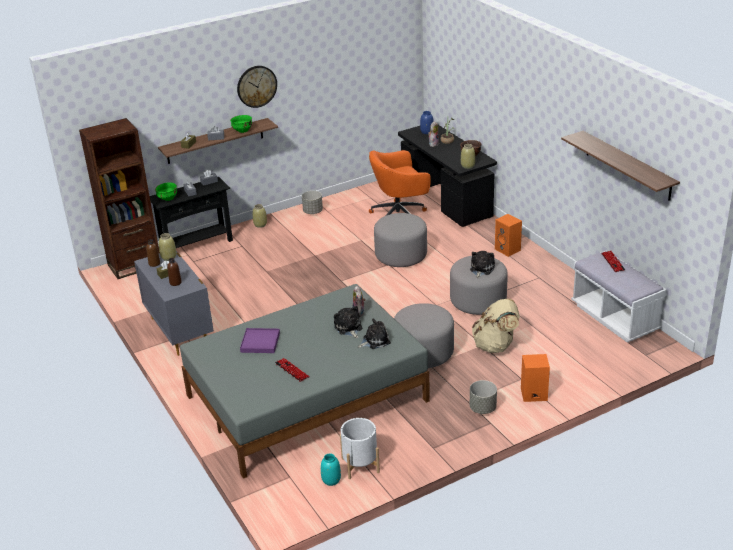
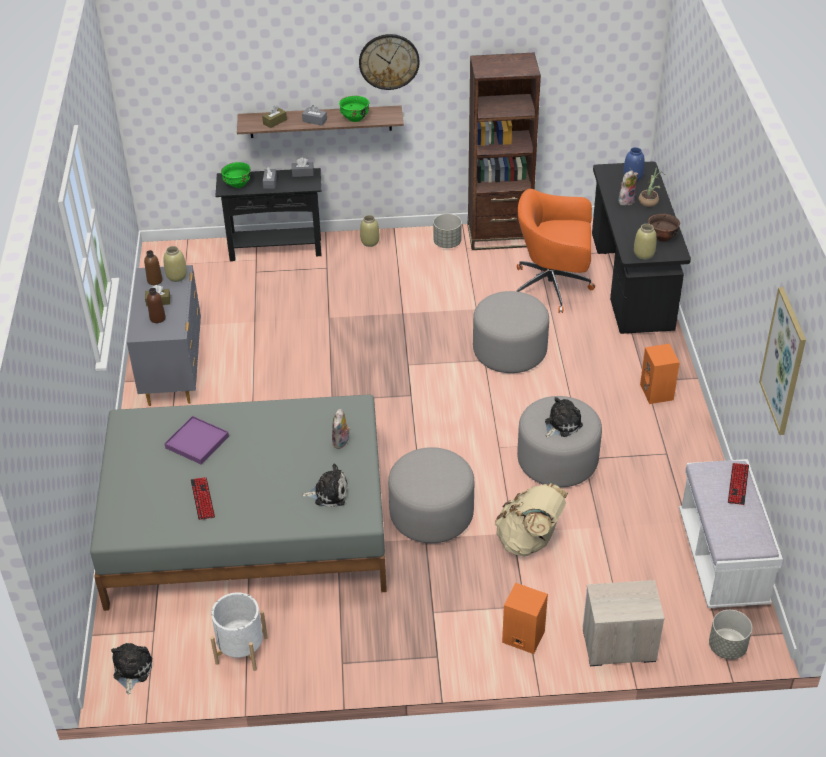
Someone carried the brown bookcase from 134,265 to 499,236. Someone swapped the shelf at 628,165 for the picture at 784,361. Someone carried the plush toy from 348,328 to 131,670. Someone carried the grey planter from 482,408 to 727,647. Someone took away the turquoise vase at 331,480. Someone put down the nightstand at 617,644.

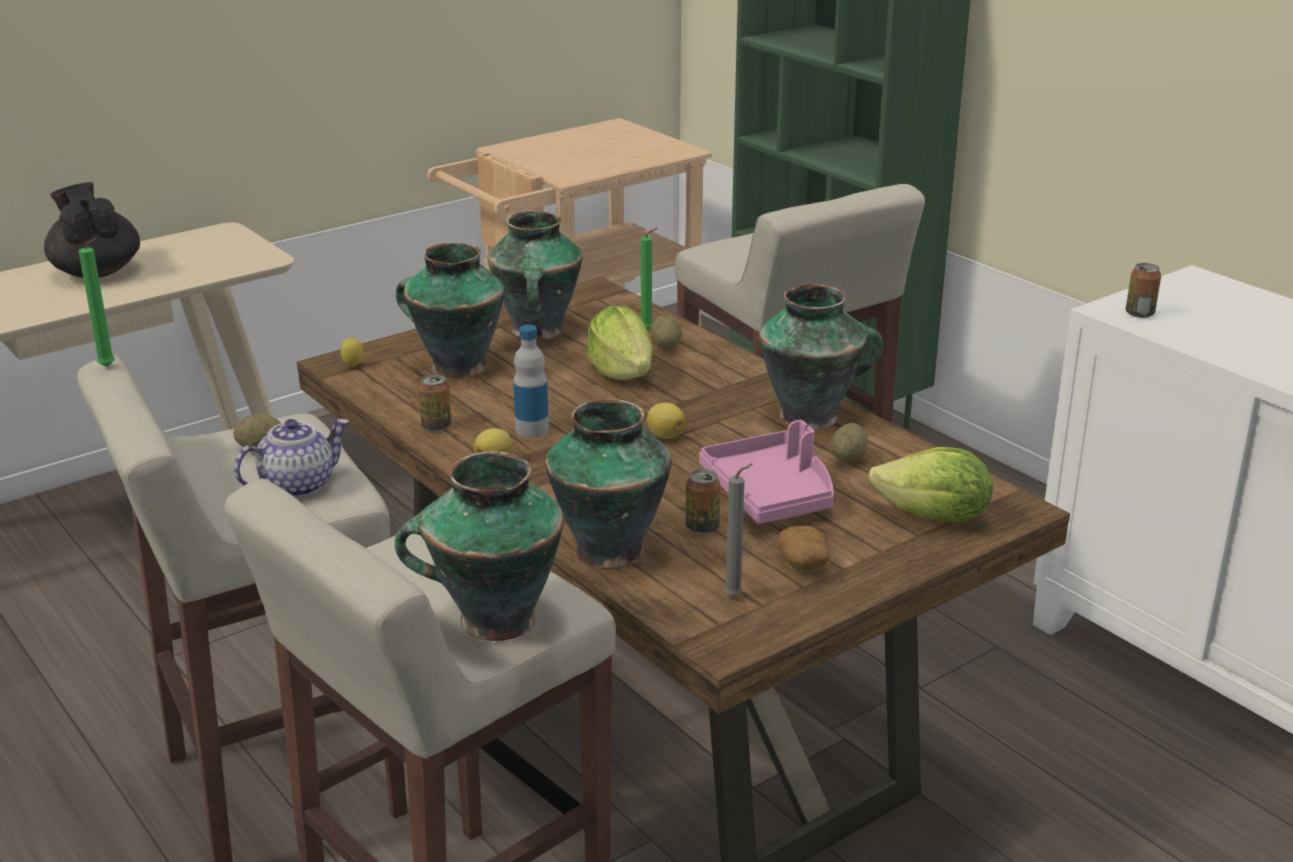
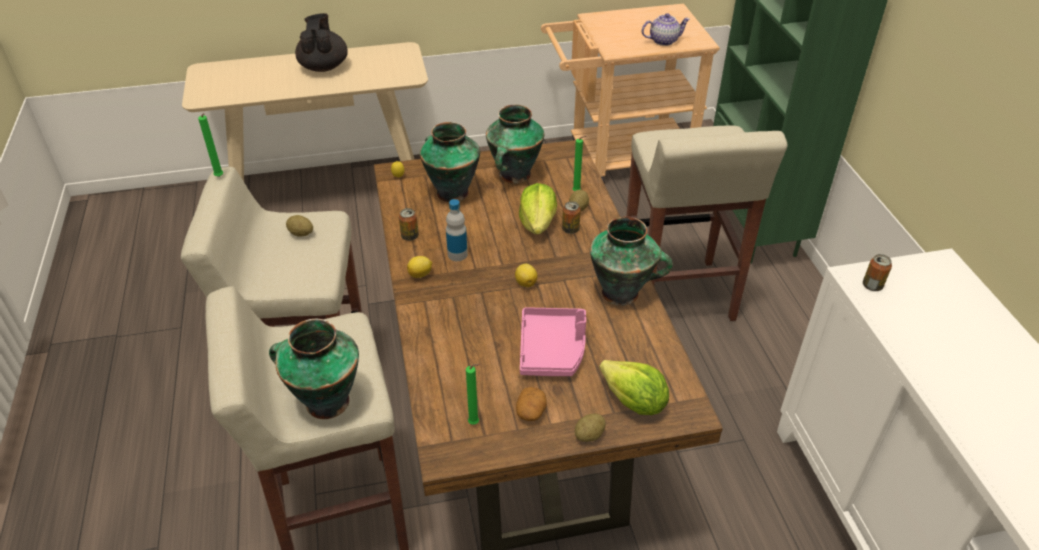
Someone took away the vase at 608,549. Someone carried the teapot from 297,484 to 664,41. Someone carried the potato from 848,458 to 589,435. Someone repainted the grey candle at 736,596, which became the green candle at 475,423. Someone carried the can from 702,527 to 570,229.

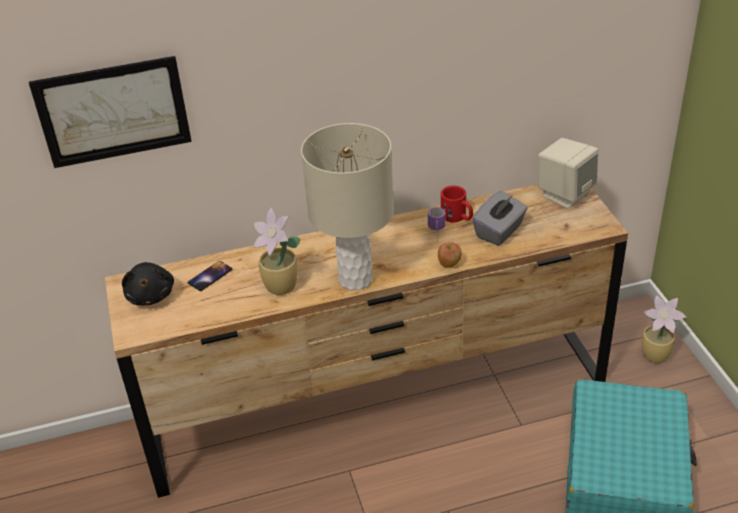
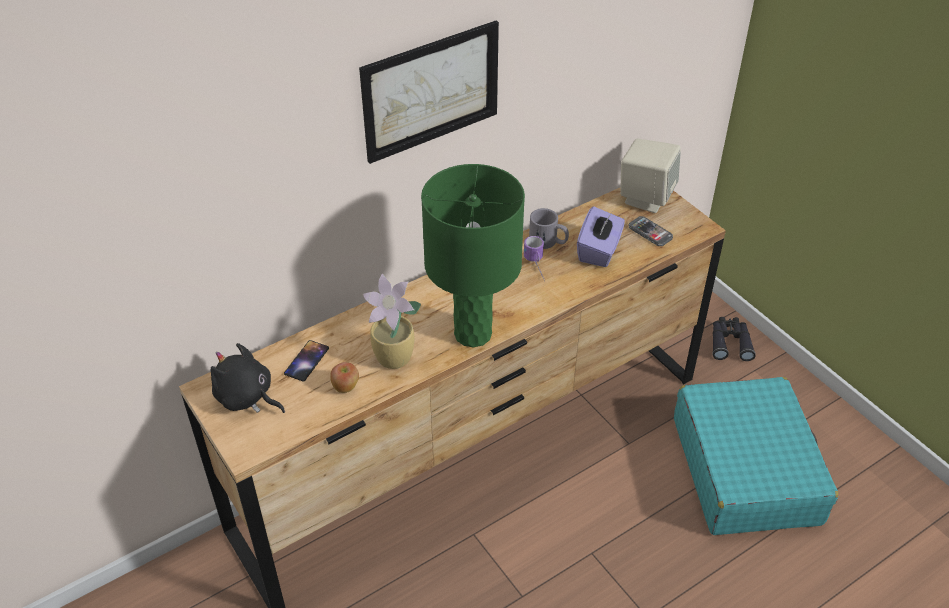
Someone carried the picture from 113,111 to 431,91. Someone repainted the beige table lamp at 355,279, which became the green table lamp at 472,334. Someone repainted the red mug at 457,217, which became the grey mug at 548,242. Someone repainted the grey tissue box at 499,231, which became the purple tissue box at 599,251. Someone carried the apple from 449,264 to 346,387. Someone rotated the black plush toy at 151,295 by 150 degrees clockwise. Someone swapped the potted plant at 656,356 for the black binoculars at 730,342. Someone put down the phone at 650,232.

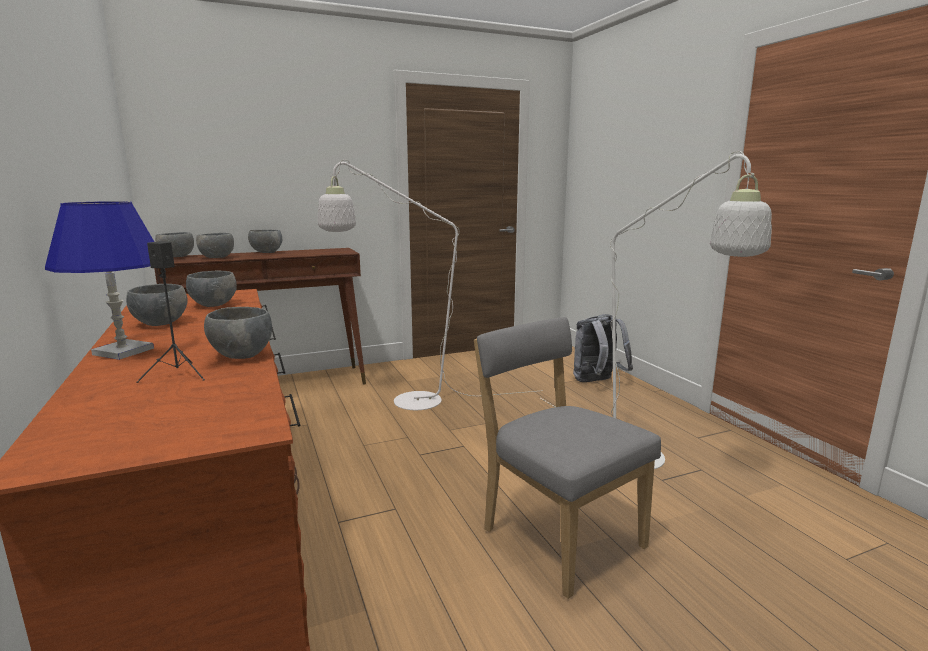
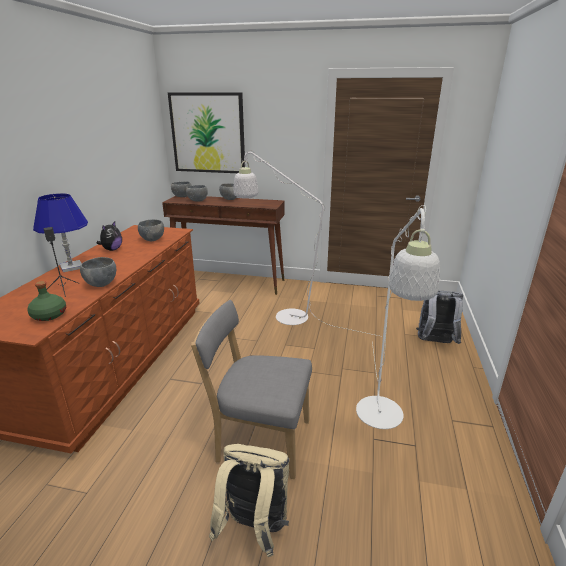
Someone swapped the grey bowl at 160,323 for the plush toy at 112,249. Someone rotated the grey chair at 557,534 by 75 degrees counterclockwise. Someone put up the picture at 208,133. Someone put down the green bottle at 49,315. Someone put down the beige backpack at 254,528.

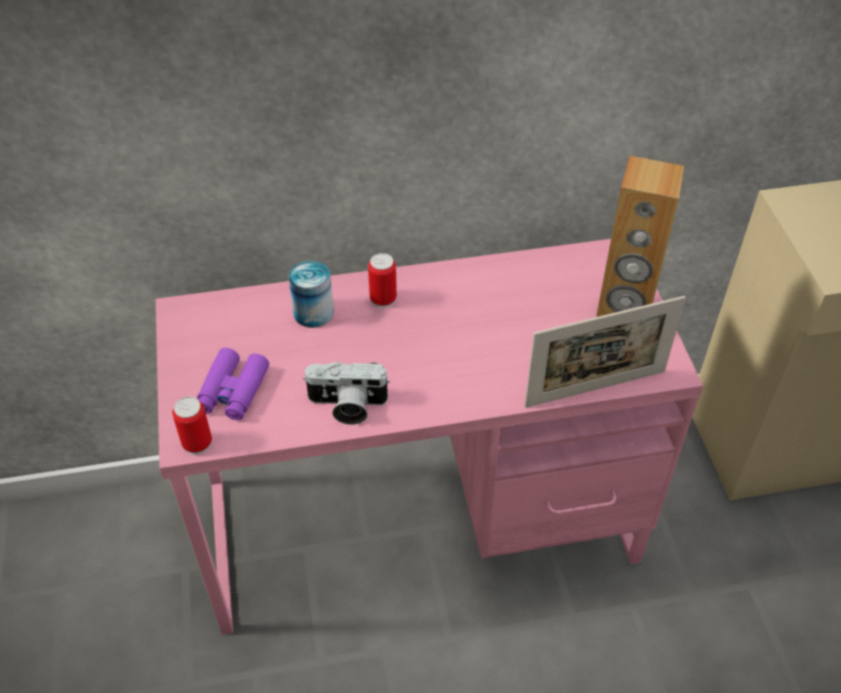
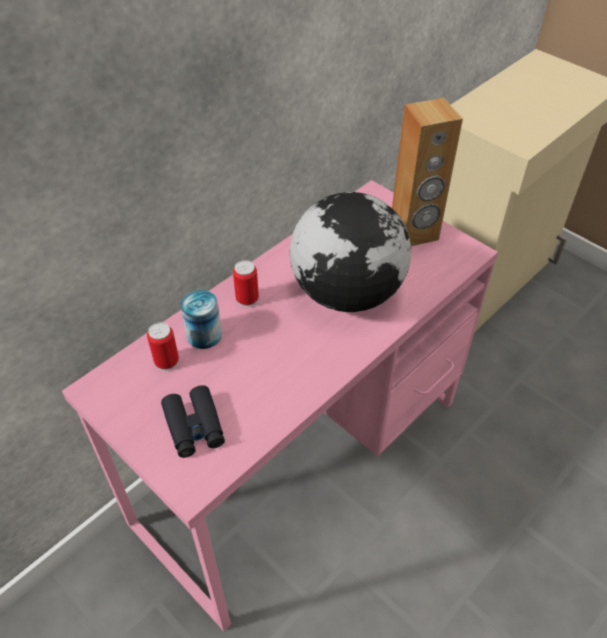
Someone took away the picture frame at 595,389. Someone repainted the purple binoculars at 233,391, which became the black binoculars at 194,427. Someone took away the photo camera at 347,406. Someone carried the can from 197,443 to 166,361. Someone put down the globe at 347,292.

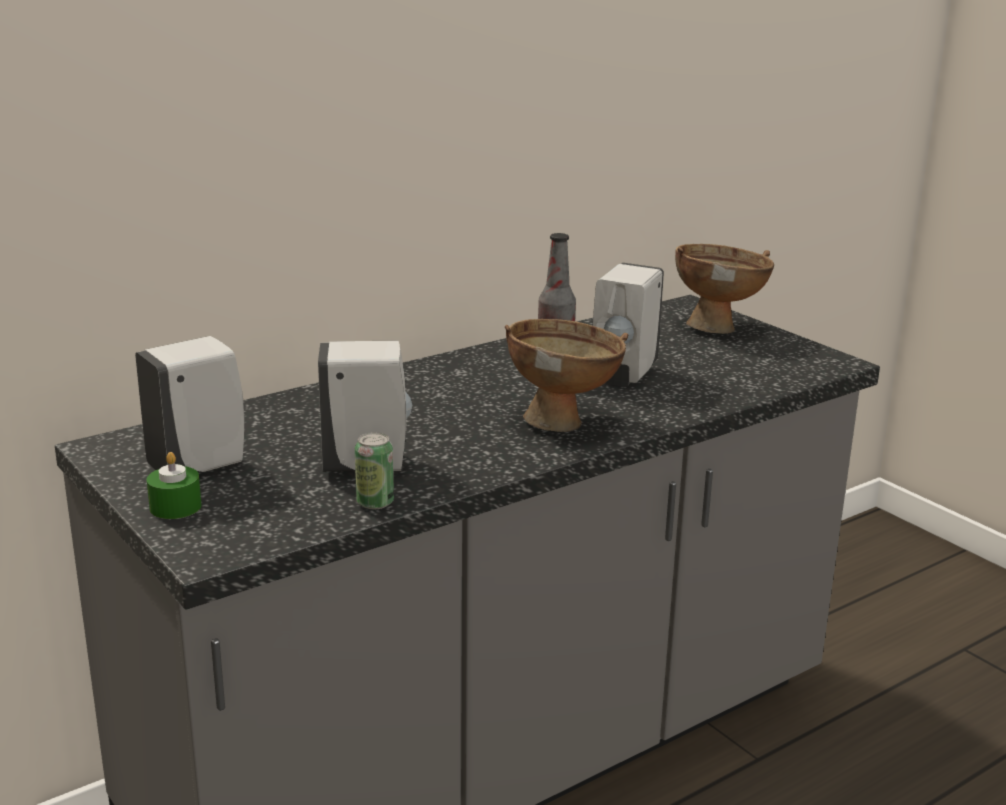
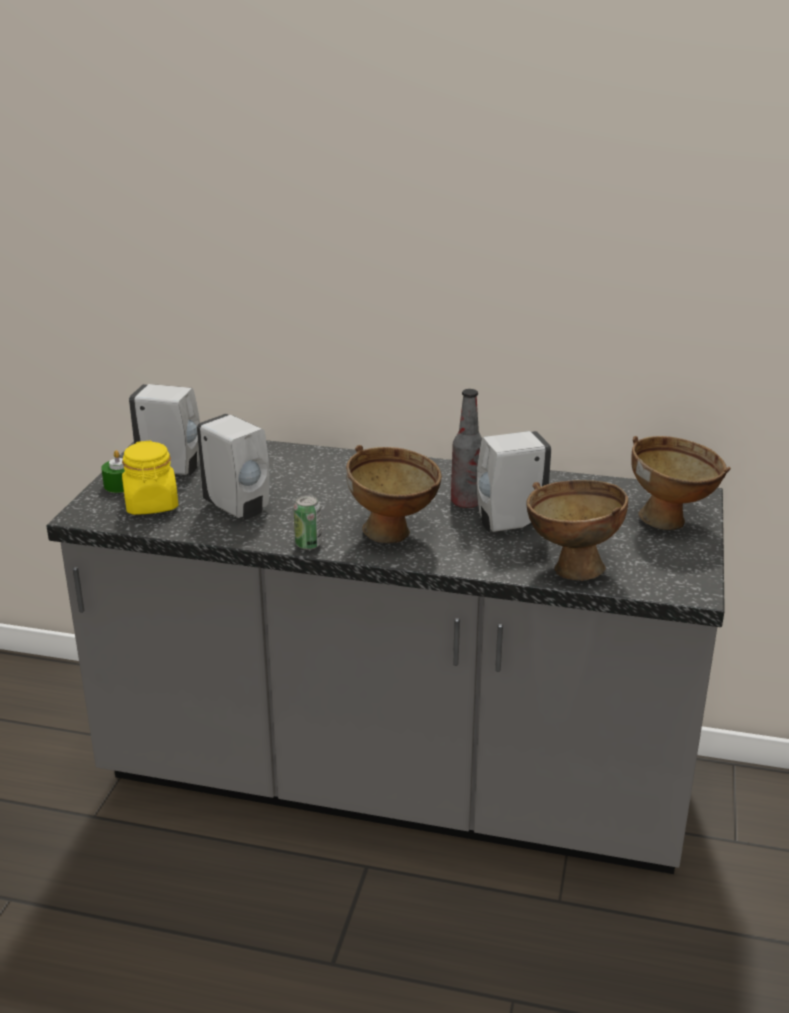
Someone carried the can from 375,502 to 308,544. Someone put down the yellow jar at 151,505. Someone put down the brown bowl at 570,566.

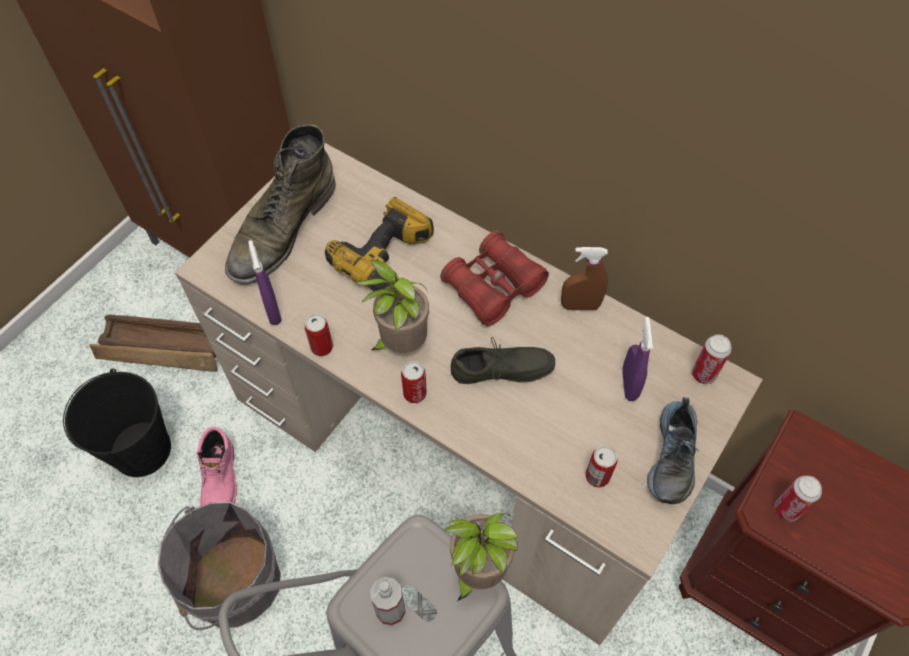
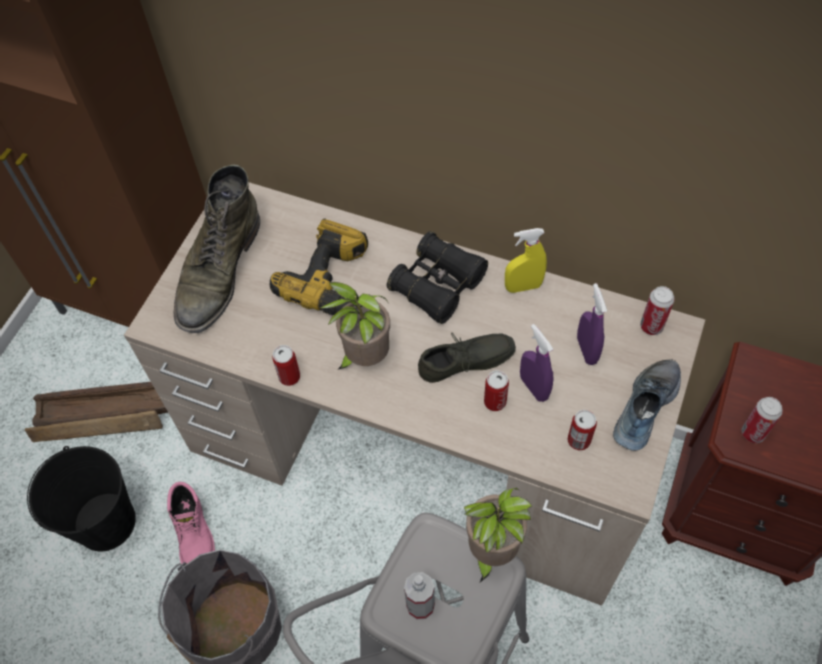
Someone repainted the red binoculars at 493,287, which became the black binoculars at 438,285. Someone carried the purple spray bottle from 273,311 to 533,387. Someone repainted the brown spray bottle at 580,306, which became the yellow spray bottle at 523,287. Someone carried the can from 415,393 to 495,402. Someone rotated the shoe at 674,457 by 150 degrees counterclockwise.

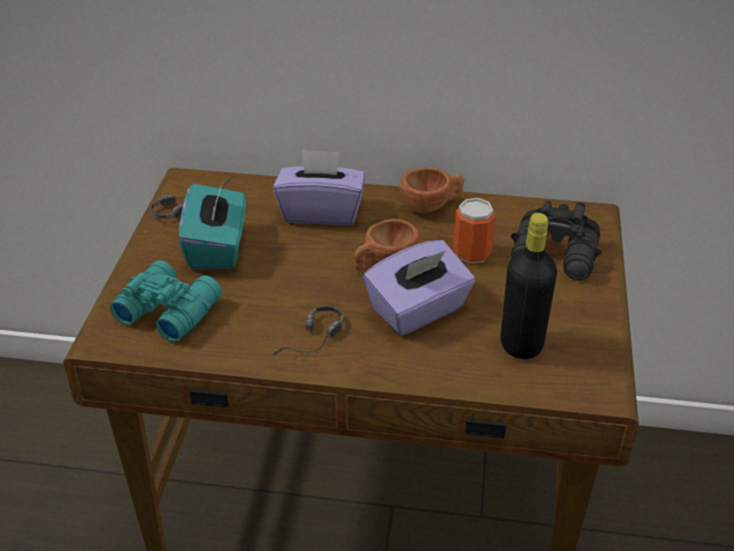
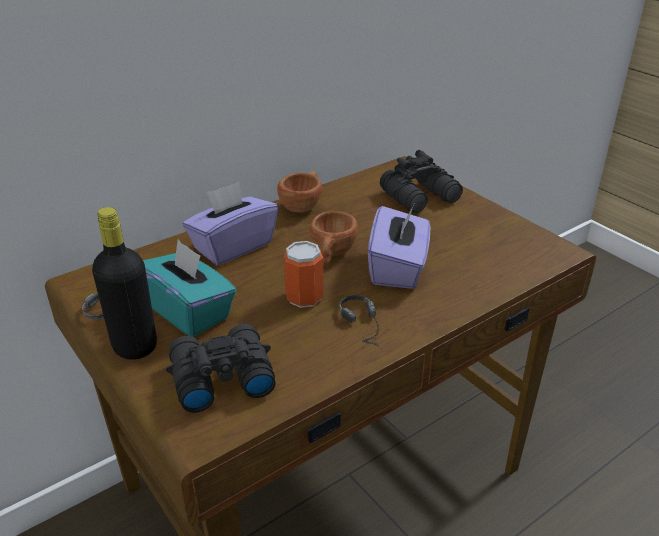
Someone carried the can from 472,253 to 304,297. Someone carried the black bottle from 521,344 to 135,346. Someone repainted the turquoise binoculars at 168,309, which became the black binoculars at 219,377.

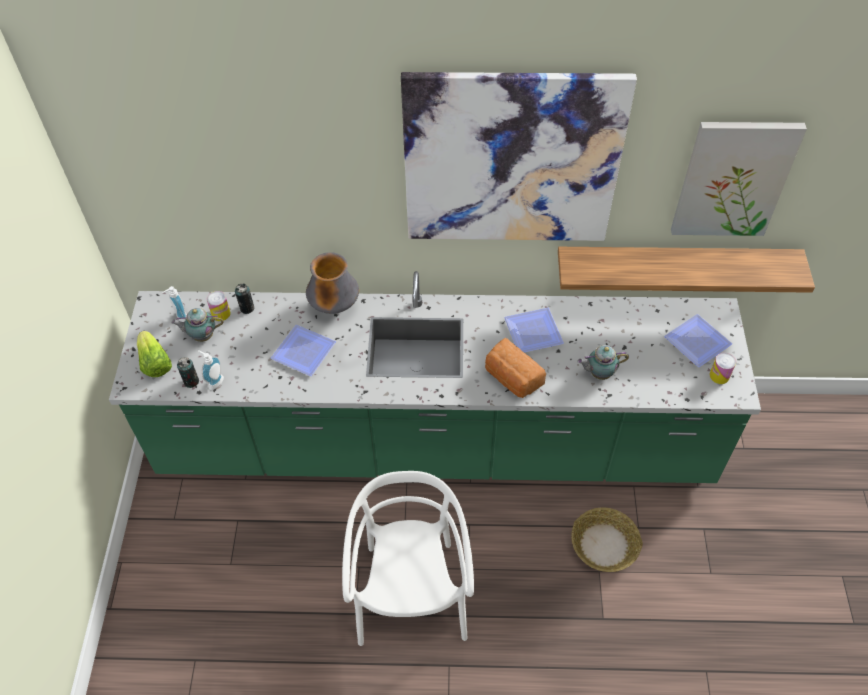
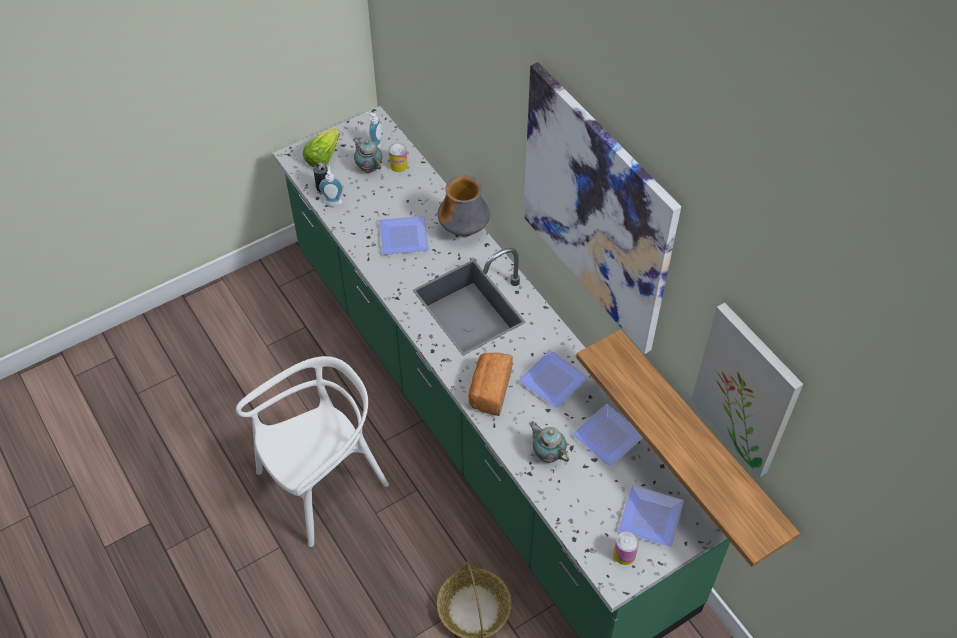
Someone took away the can at 247,308. Someone put down the plate at 608,434.

